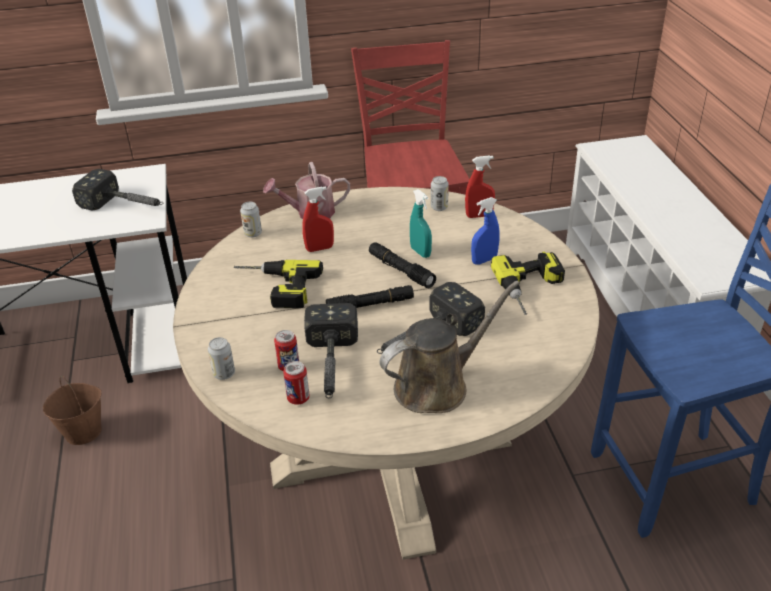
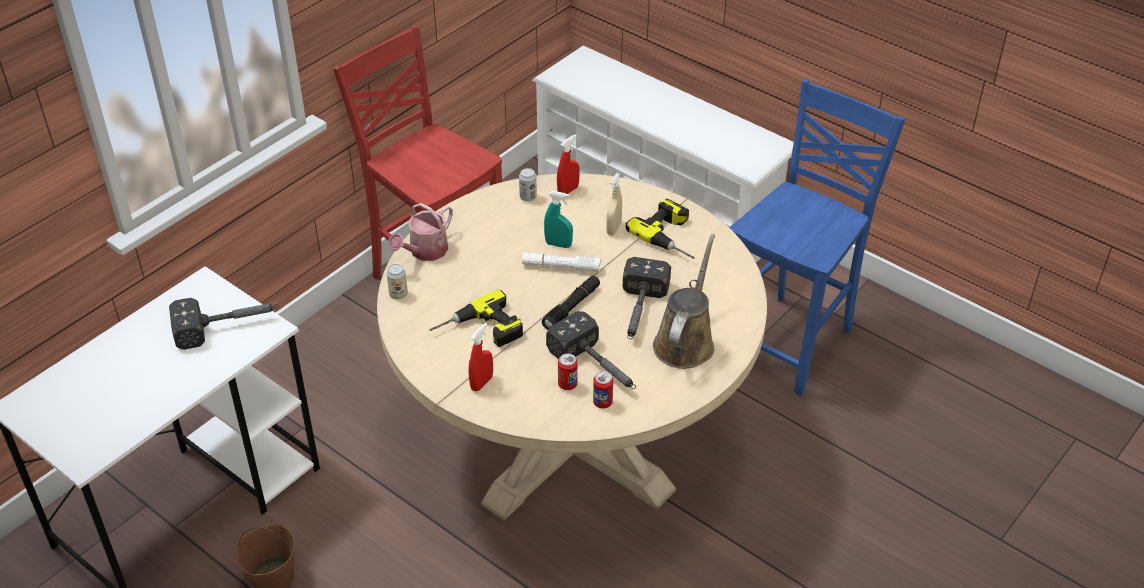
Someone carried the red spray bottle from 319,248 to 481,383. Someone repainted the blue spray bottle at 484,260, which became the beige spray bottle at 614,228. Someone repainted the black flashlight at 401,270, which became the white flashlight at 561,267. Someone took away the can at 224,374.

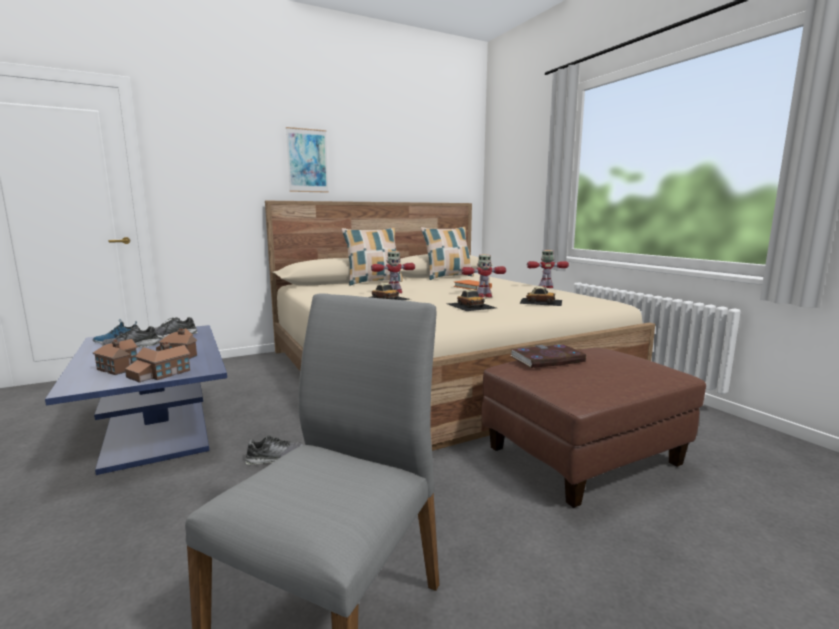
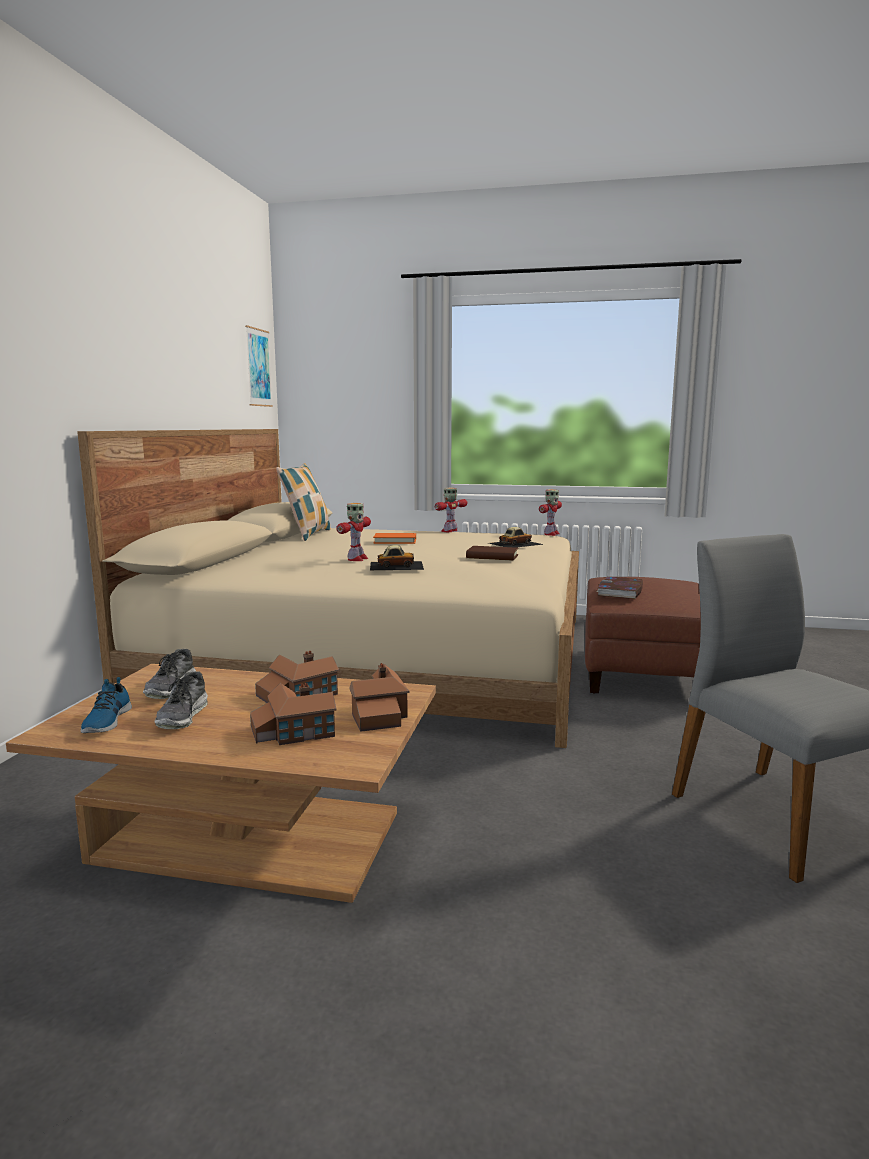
Someone carried the picture from 307,160 to 258,367. Someone took away the pillow at 373,282. Someone carried the toy robot from 483,296 to 551,534. Someone swapped the toy car at 471,305 for the brown book at 492,556. Someone repainted the blue coffee table at 157,427, which became the brown coffee table at 249,837. Someone took away the shoe at 275,459.

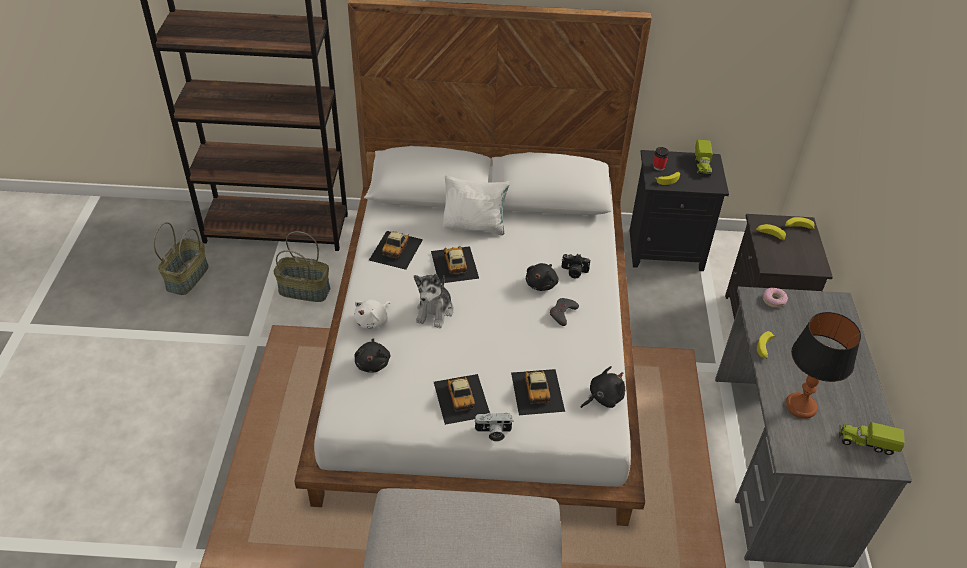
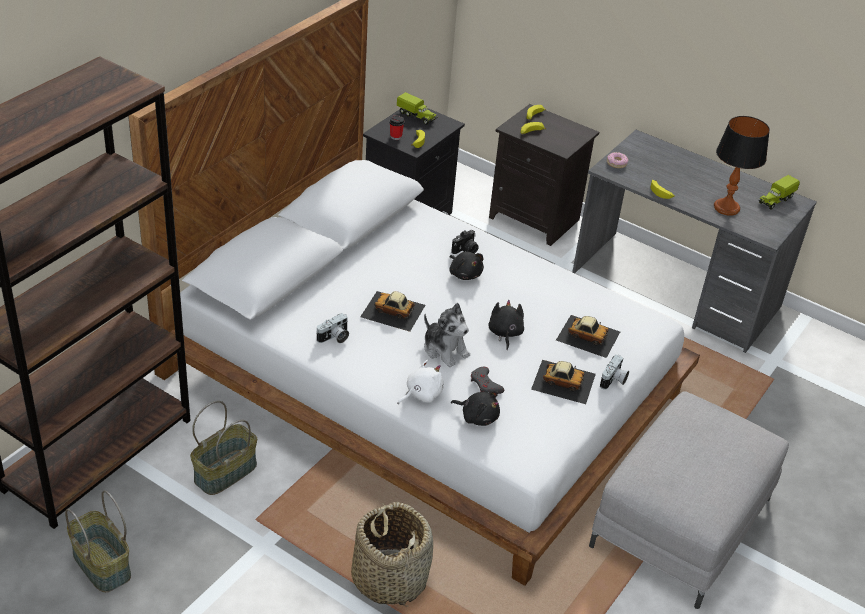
Someone took away the white pillow at 474,226. Someone swapped the toy car at 396,249 for the photo camera at 334,338. Someone carried the grey game controller from 562,313 to 485,384. Someone rotated the white plush toy at 373,321 by 105 degrees counterclockwise. Someone carried the black plush toy from 603,397 to 505,333. Someone put down the basket at 389,578.

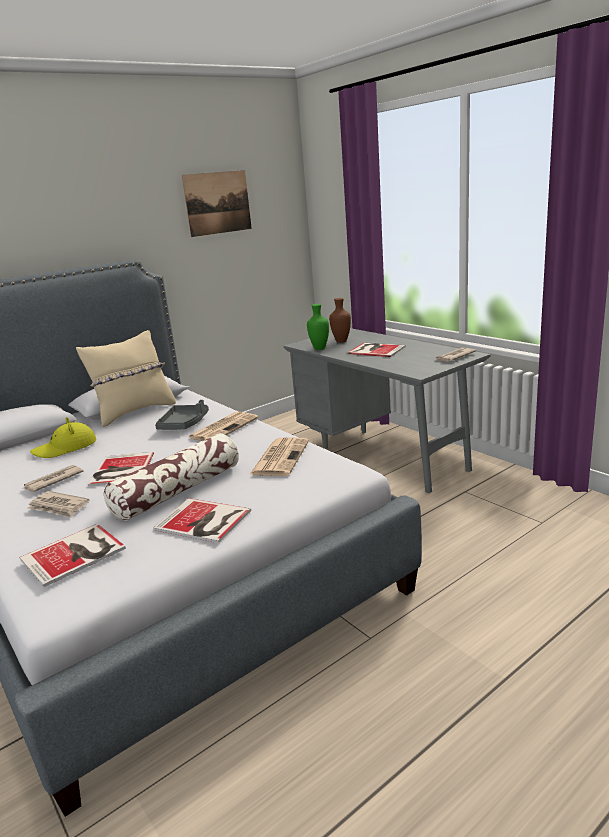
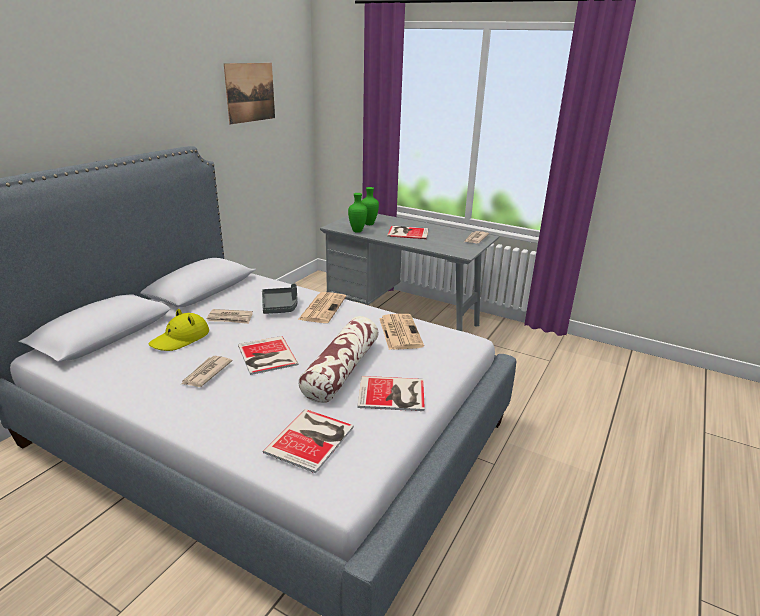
Someone repainted the brown vase at 342,341, which became the green vase at 369,224. Someone took away the beige pillow at 135,412. Someone carried the newspaper from 59,507 to 230,318.

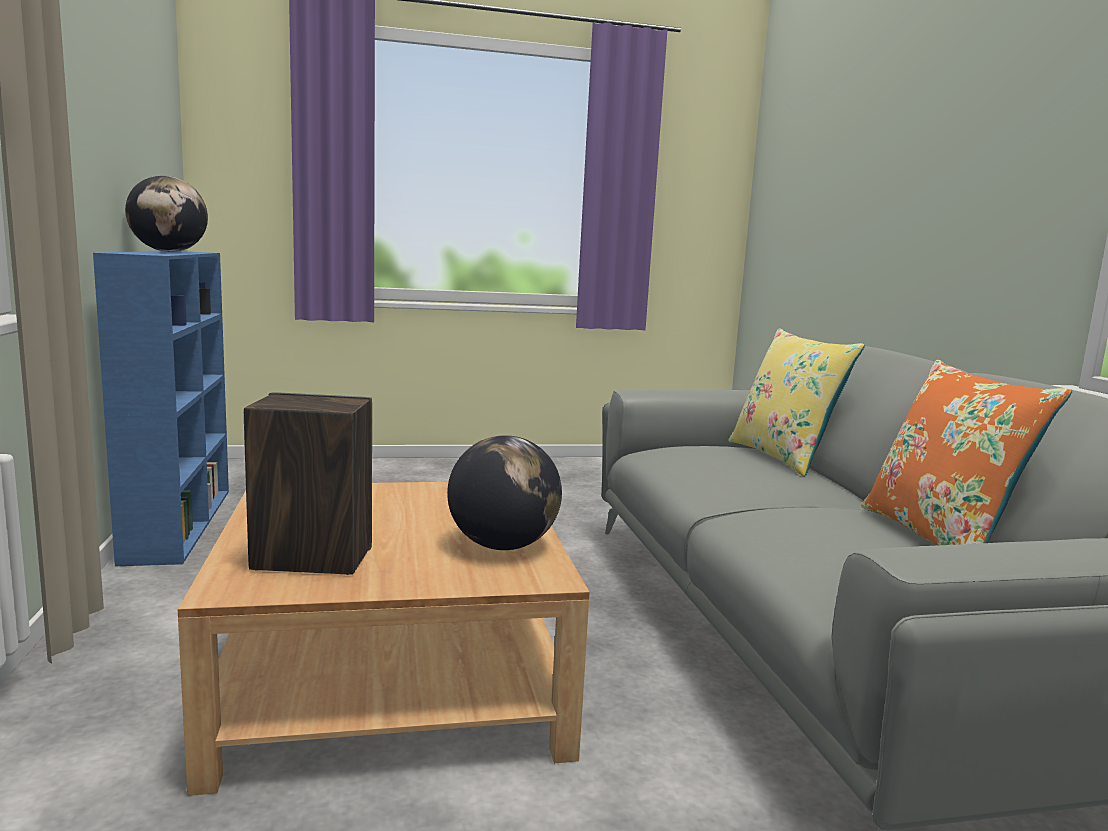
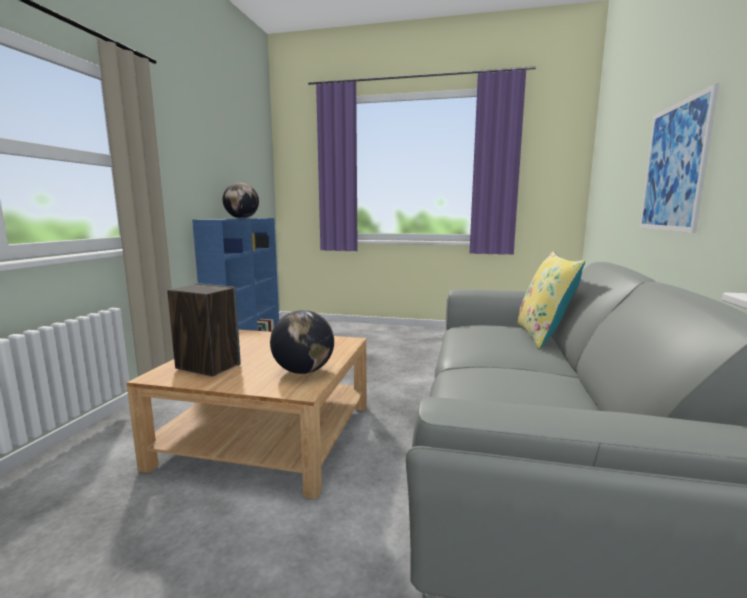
Someone took away the orange pillow at 940,537. Someone put up the picture at 673,167.

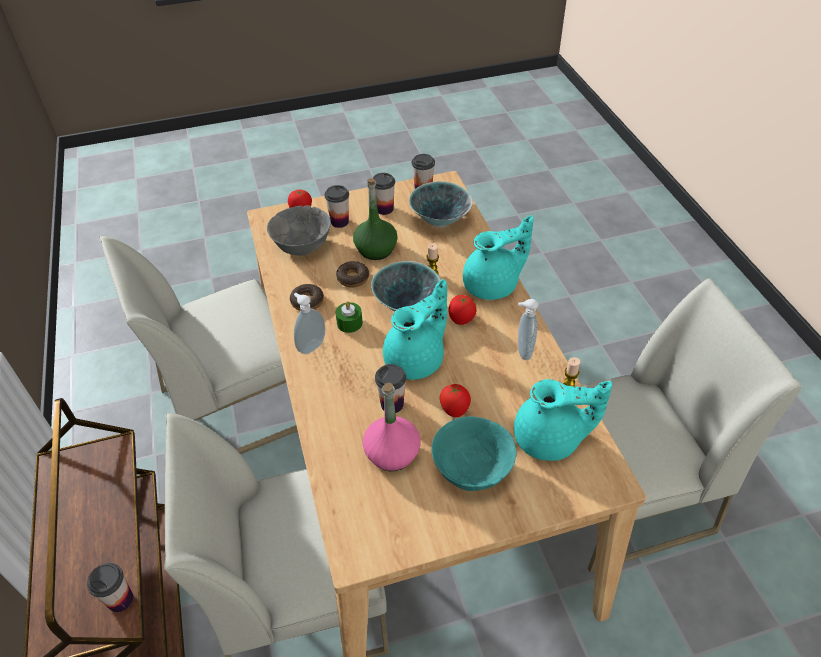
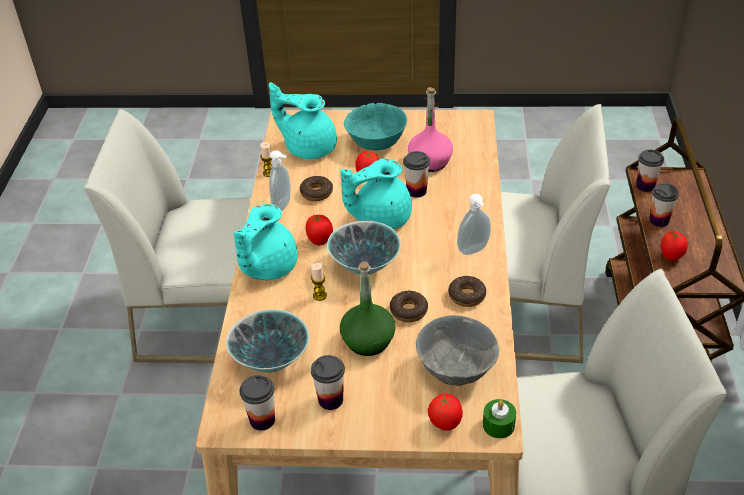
Someone carried the cup from 339,222 to 659,220. Someone rotated the turquoise teapot at 493,285 by 60 degrees counterclockwise. Someone carried the green candle from 349,323 to 498,425. Someone put down the donut at 316,193. Someone put down the tomato at 671,257.

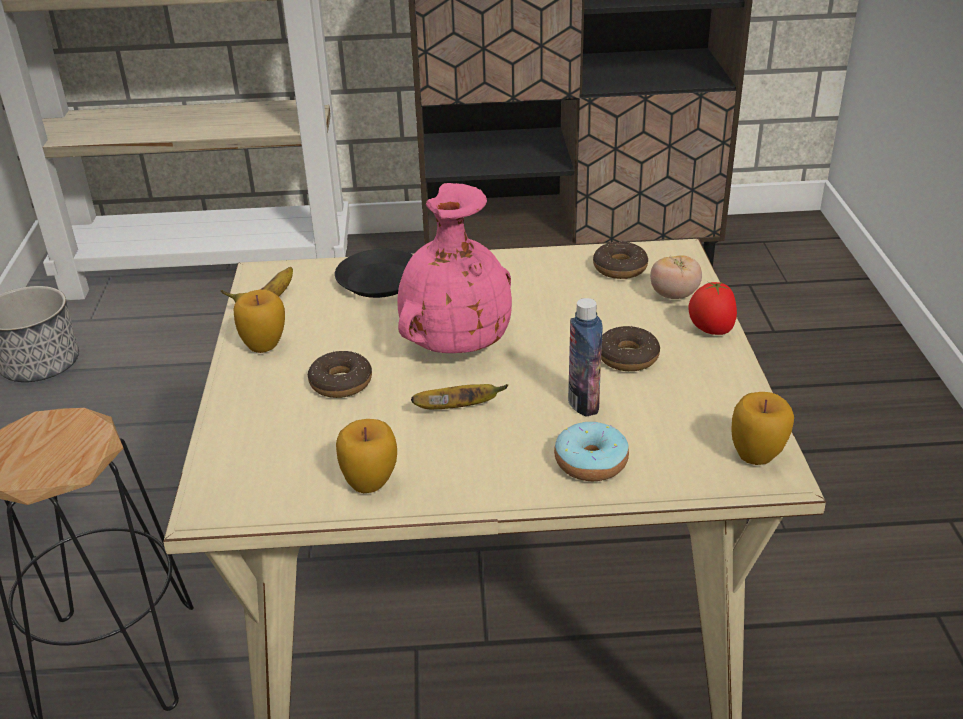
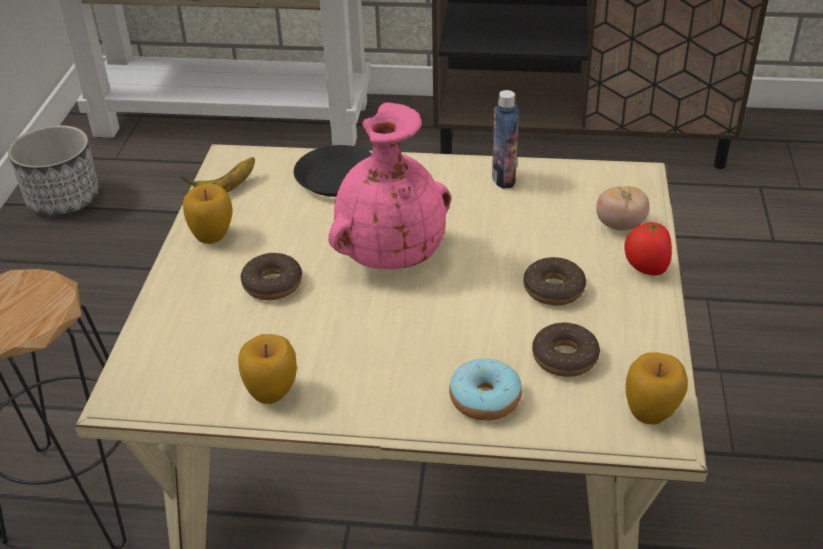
Someone carried the donut from 620,268 to 565,357. Someone carried the bottle from 583,403 to 503,178. Someone took away the banana at 458,408.

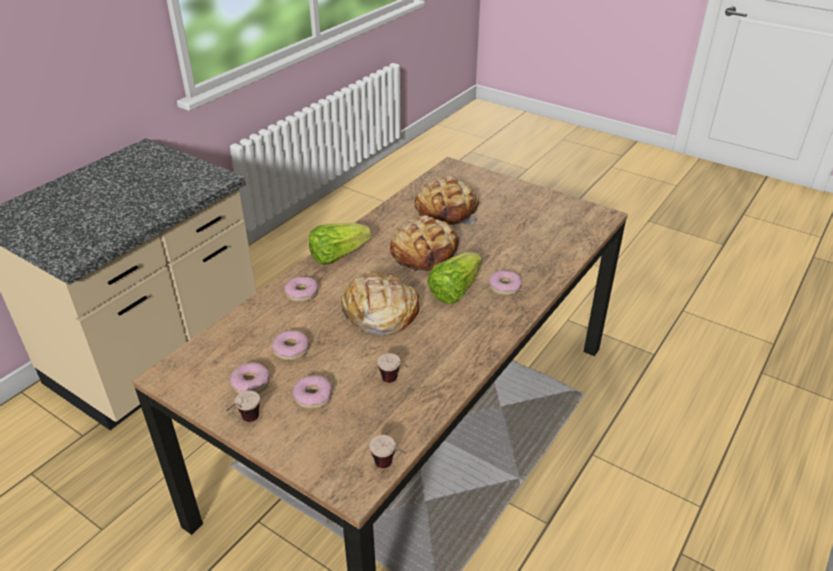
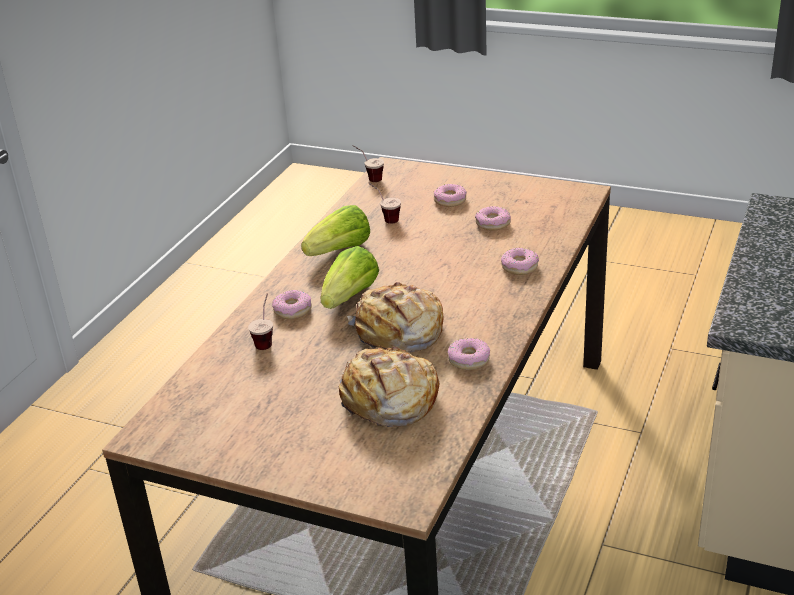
Someone carried the lettuce from 337,255 to 340,251. Someone took away the bread at 379,314. Someone carried the donut from 251,383 to 468,359. Someone carried the cup from 245,423 to 266,340.

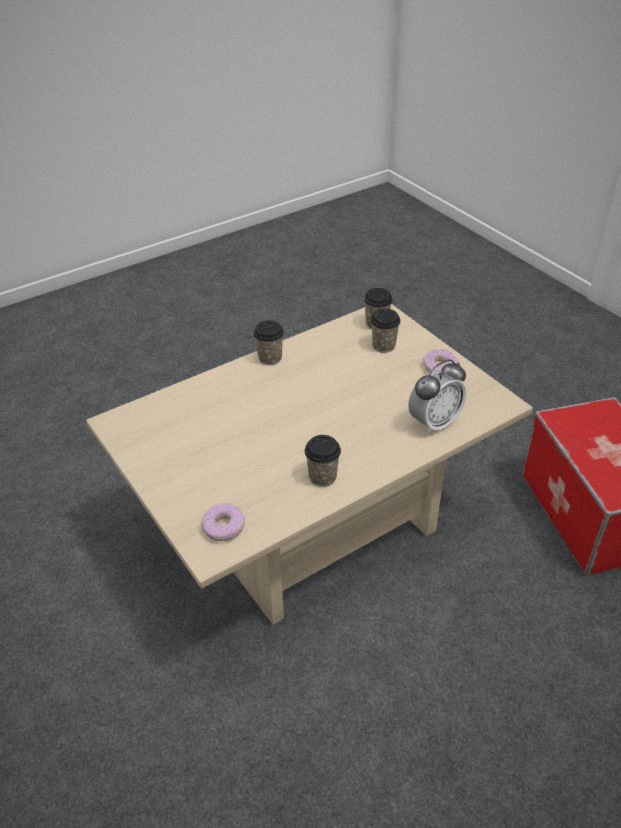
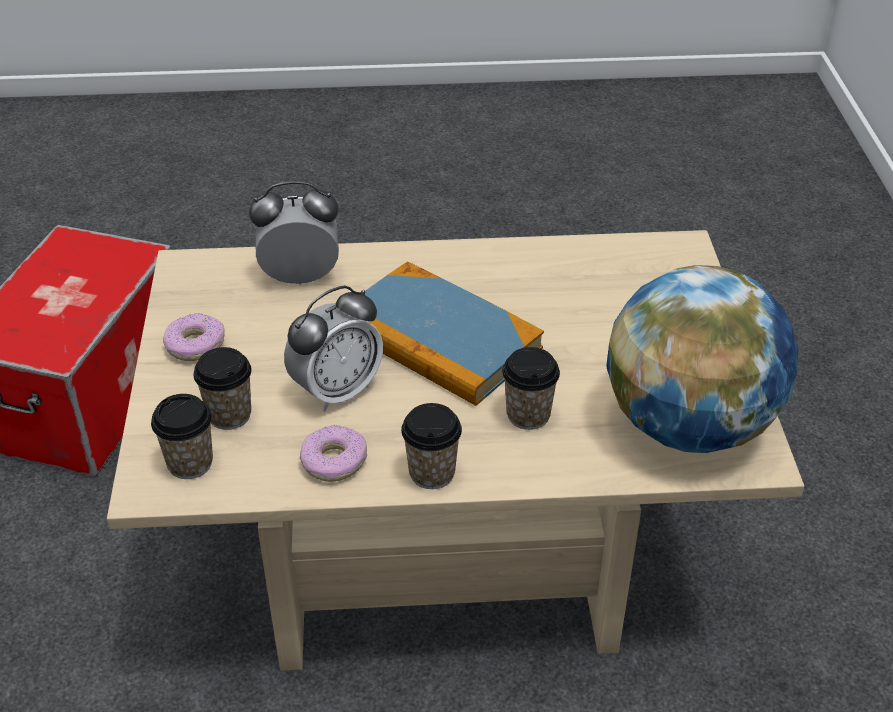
Someone carried the cup from 322,477 to 528,415. Someone carried the donut from 224,527 to 333,461. Someone put down the book at 438,339. Someone put down the globe at 689,425. Someone put down the alarm clock at 337,391.

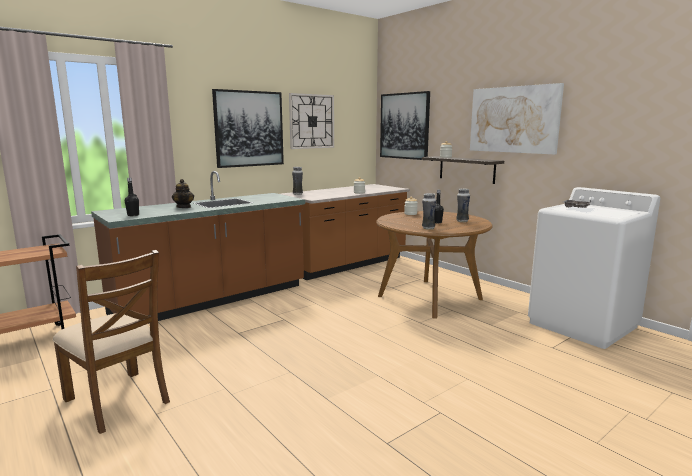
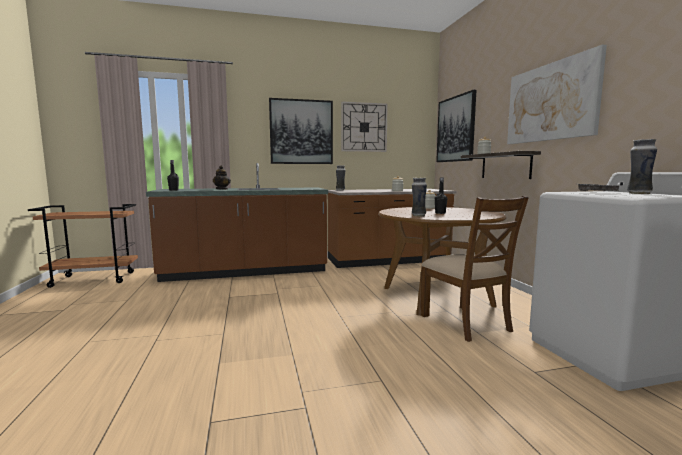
Someone carried the vase from 462,221 to 638,193. Someone carried the brown chair from 118,400 to 466,323.

